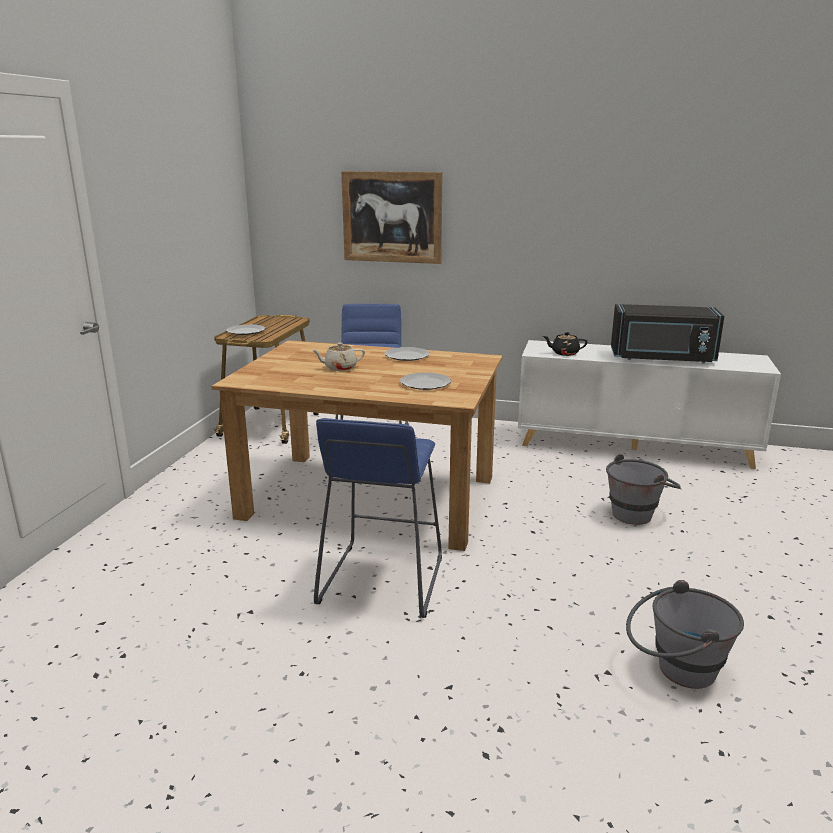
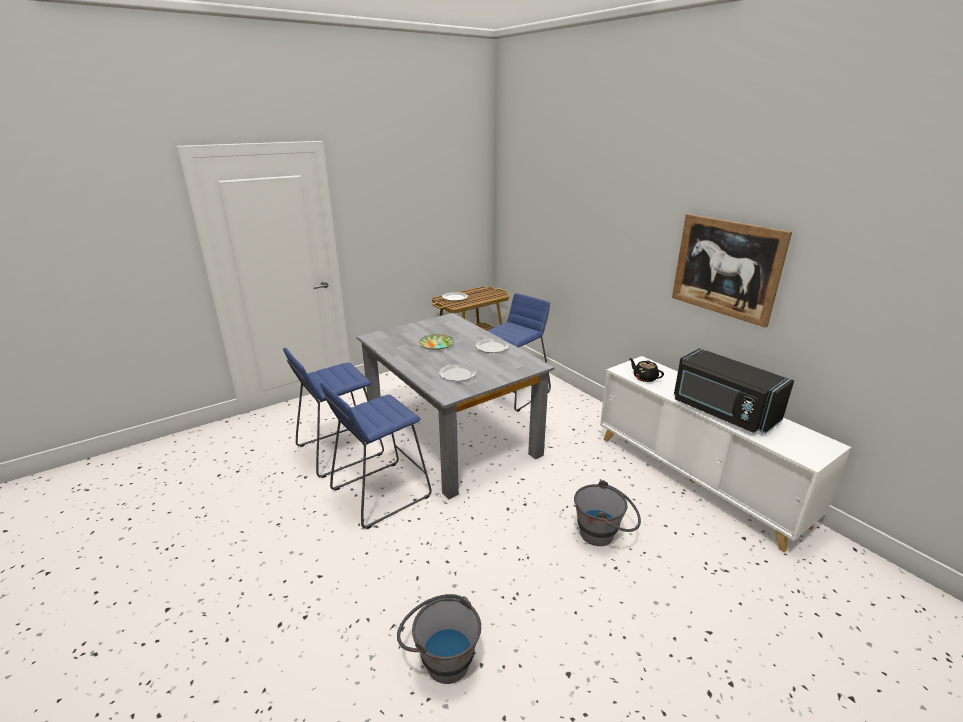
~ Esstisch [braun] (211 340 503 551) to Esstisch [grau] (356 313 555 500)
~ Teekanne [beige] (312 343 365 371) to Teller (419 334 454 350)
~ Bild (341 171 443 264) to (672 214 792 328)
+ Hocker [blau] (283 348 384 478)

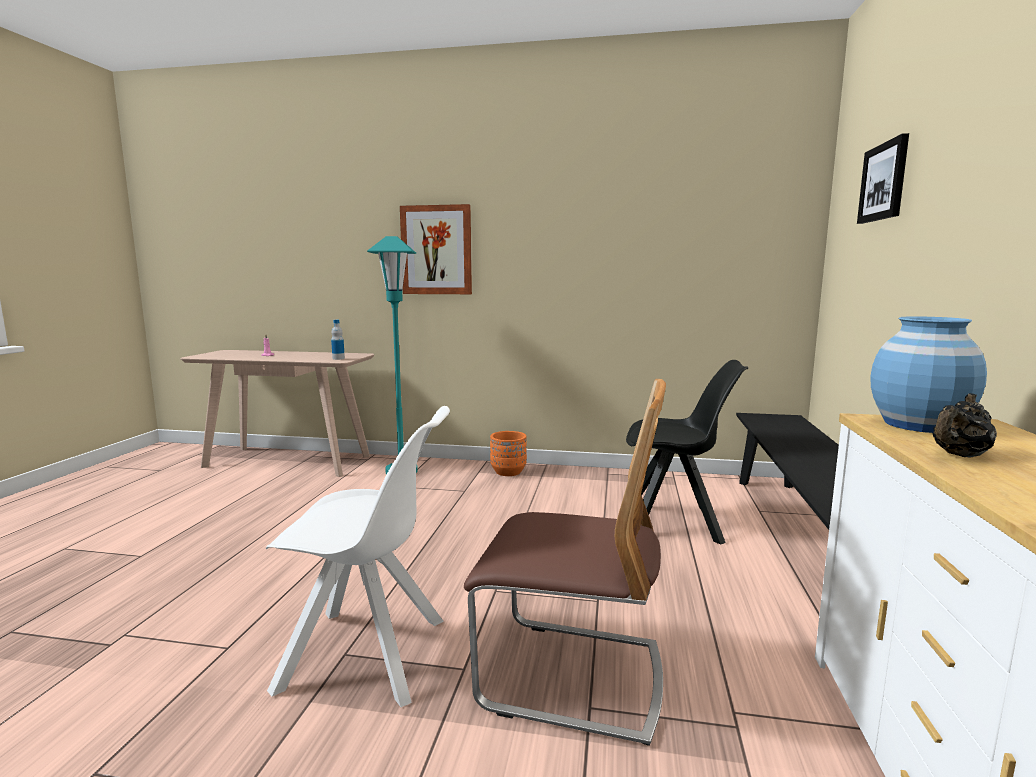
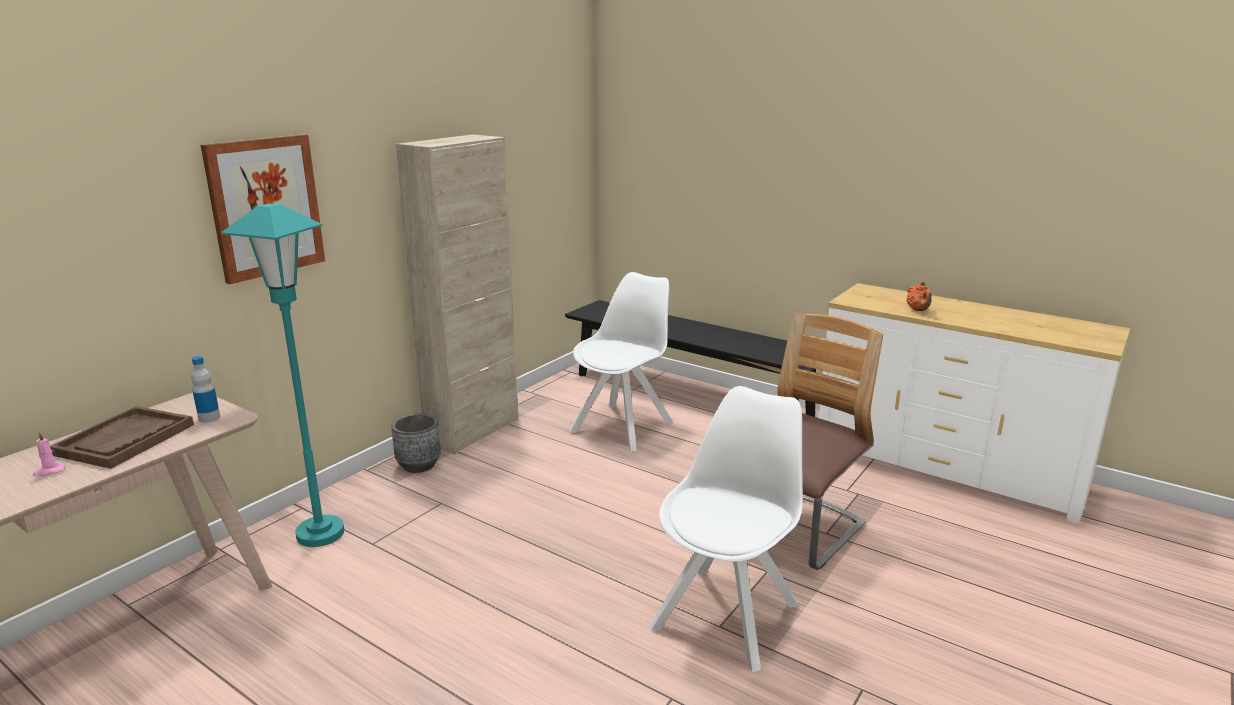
~ Pflanzkübel [orange] (490 431 527 476) to Pflanzkübel [grau] (391 413 441 473)
~ Stuhl [schwarz] (626 360 748 545) to Stuhl [weiß] (570 272 673 451)
- Bild (857 133 909 224)
- Vase [blau] (870 316 987 433)
~ Teekanne [schwarz] (933 393 997 457) to Teekanne [orange] (907 281 932 311)
+ Tablett [braun] (50 406 194 469)
+ Schrank [beige] (396 134 519 455)

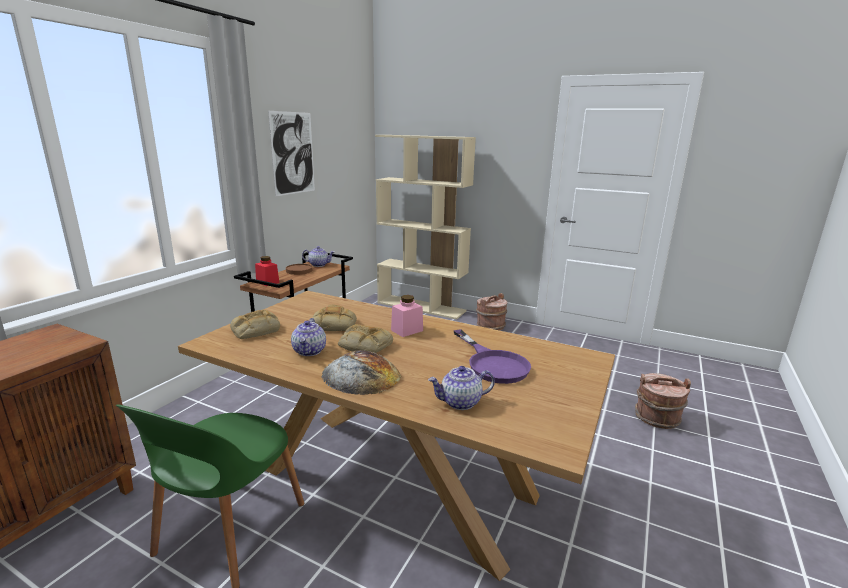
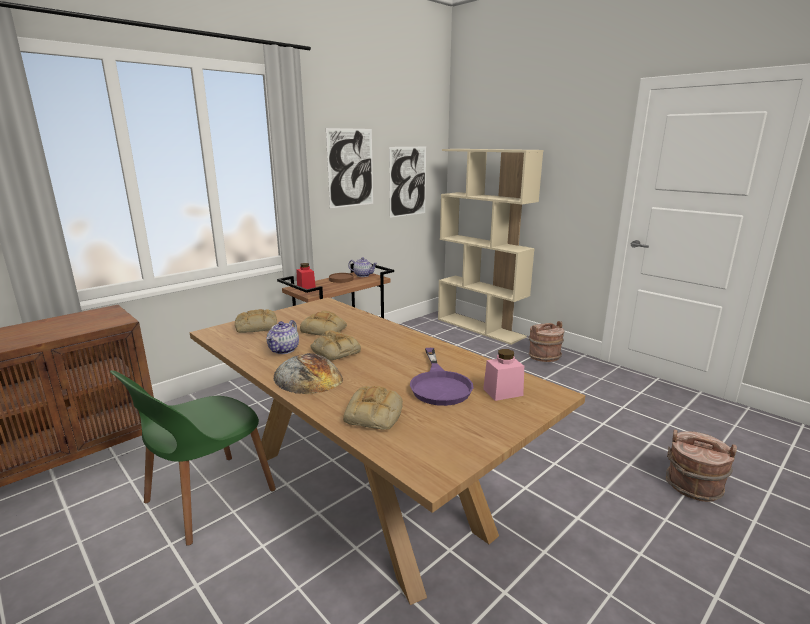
~ Vorratsglas [rosa] (391 295 423 337) to (483 349 524 401)
~ Teekanne (428 366 495 410) to Brot (343 386 403 430)
+ Bild (389 147 426 218)

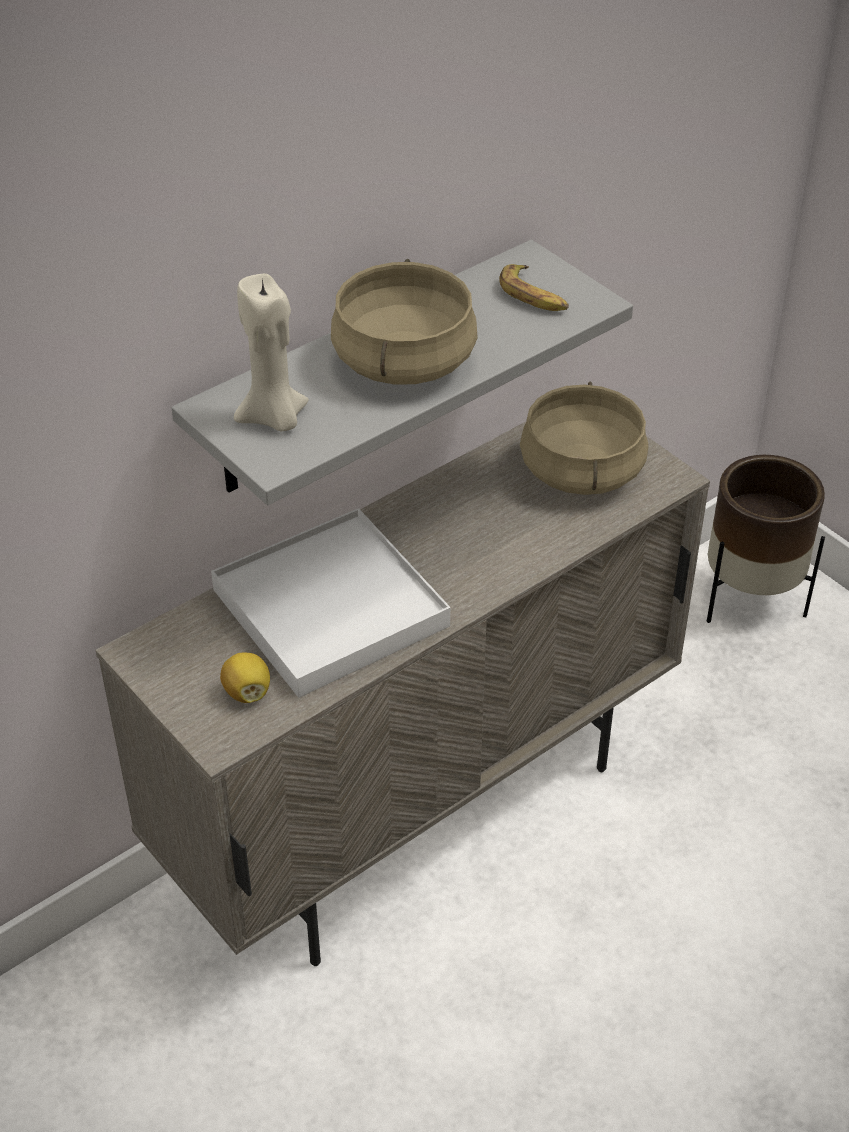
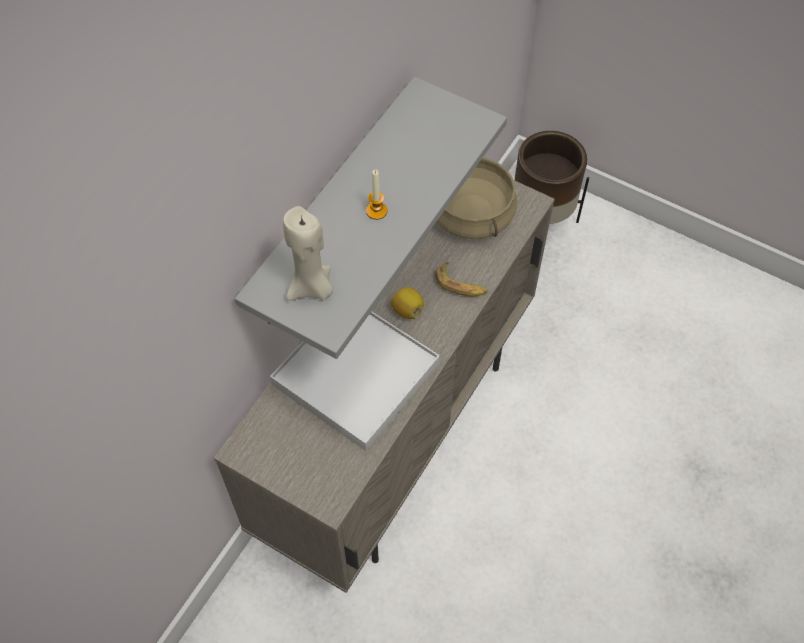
~ Zitrone (220 652 270 703) to (391 287 424 319)
~ Kochtopf [beige] (331 259 478 385) to Kerze (366 169 387 220)
~ Banane (499 264 569 311) to (435 262 488 296)

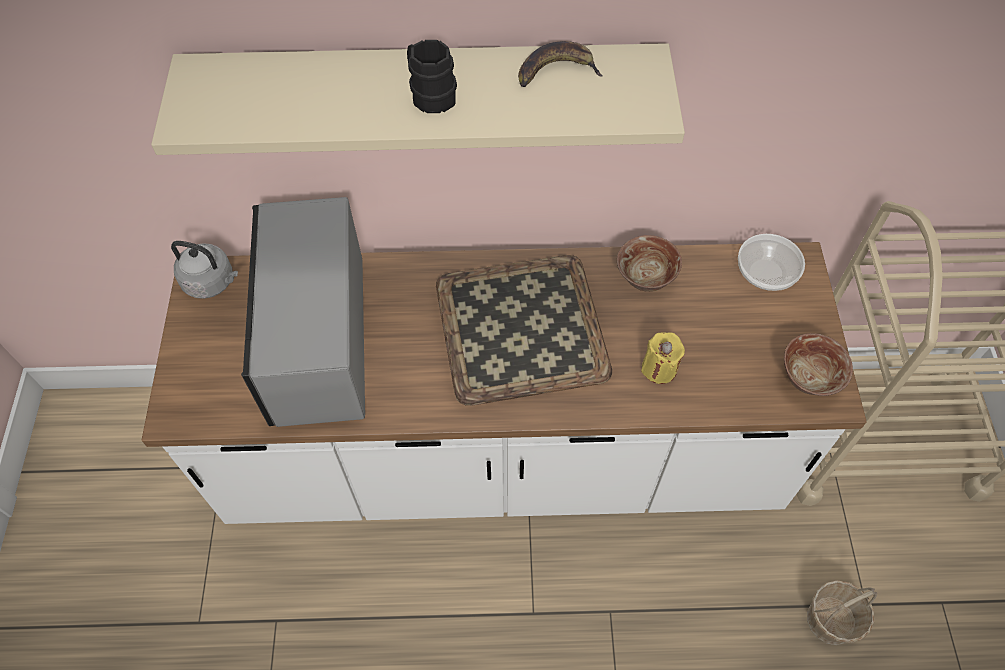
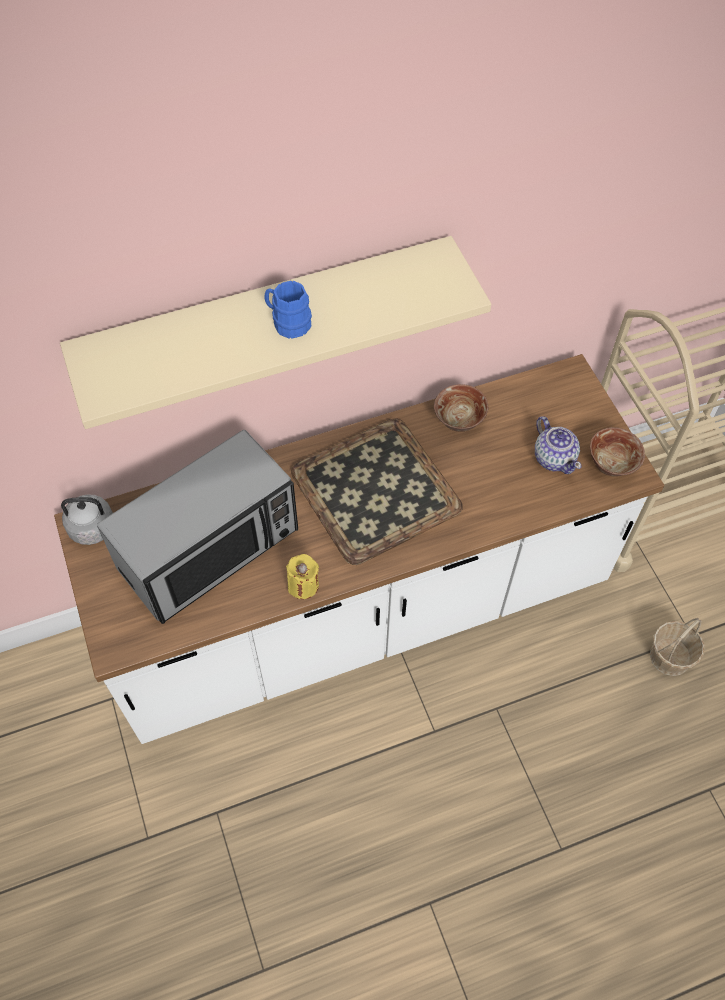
~ Mikrowelle (241 197 365 427) = (97 430 298 624) 105 degrees counterclockwise
~ Henkelbecher [schwarz] (407 40 457 113) to Henkelbecher [blau] (265 281 312 339)
- Banane (518 41 602 87)
~ Kerze [gelb] (641 332 685 384) to (286 554 319 599)
- Schüssel (738 234 805 291)
+ Teekanne (535 416 581 474)

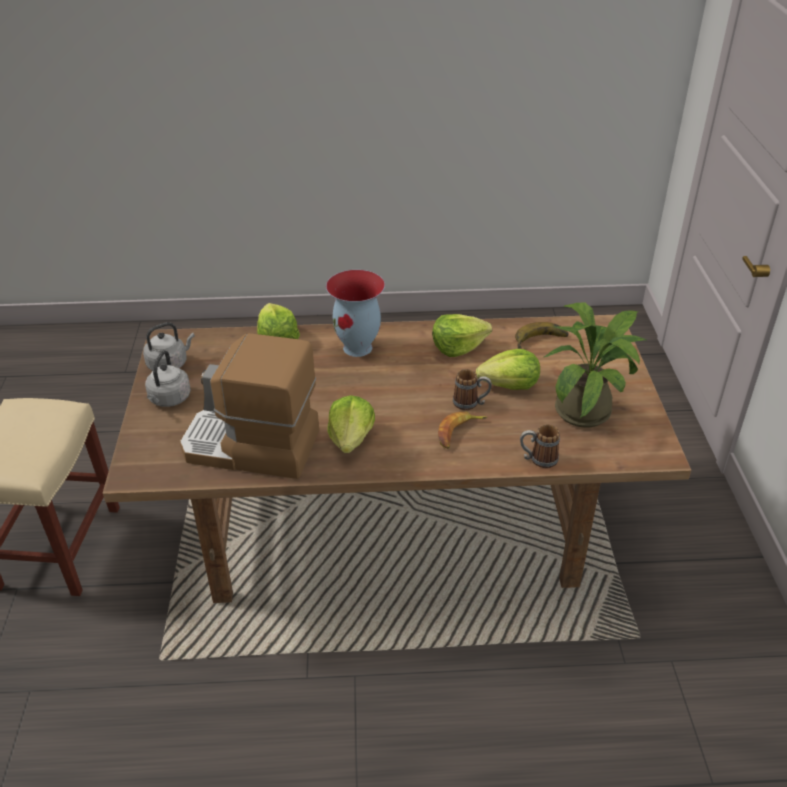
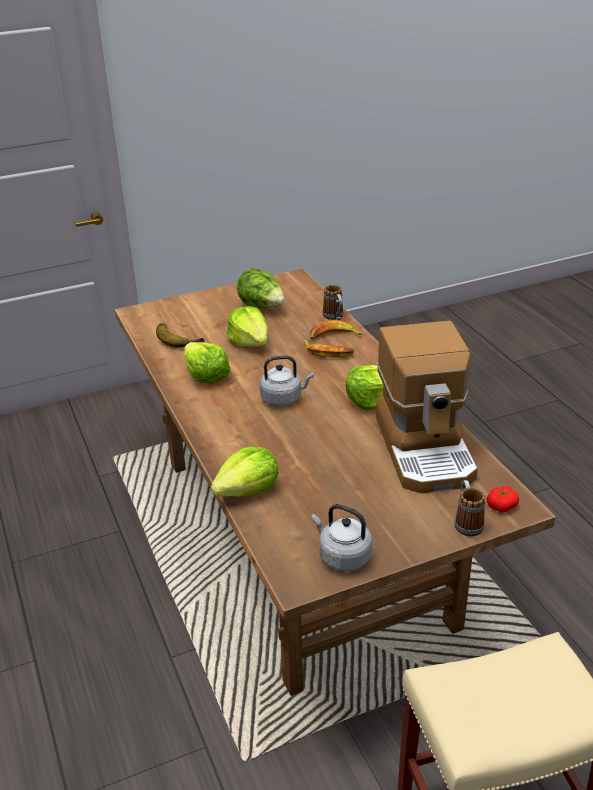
~ Wasserkessel [grau] (145 350 191 407) to (260 356 314 406)
- Vase (326 270 385 357)
~ Henkelbecher (453 369 492 410) to (454 480 485 536)
~ Topfpflanze (544 303 646 428) to Salatkopf (237 268 285 308)
+ Banane (310 320 363 339)
+ Tomate (487 486 519 513)

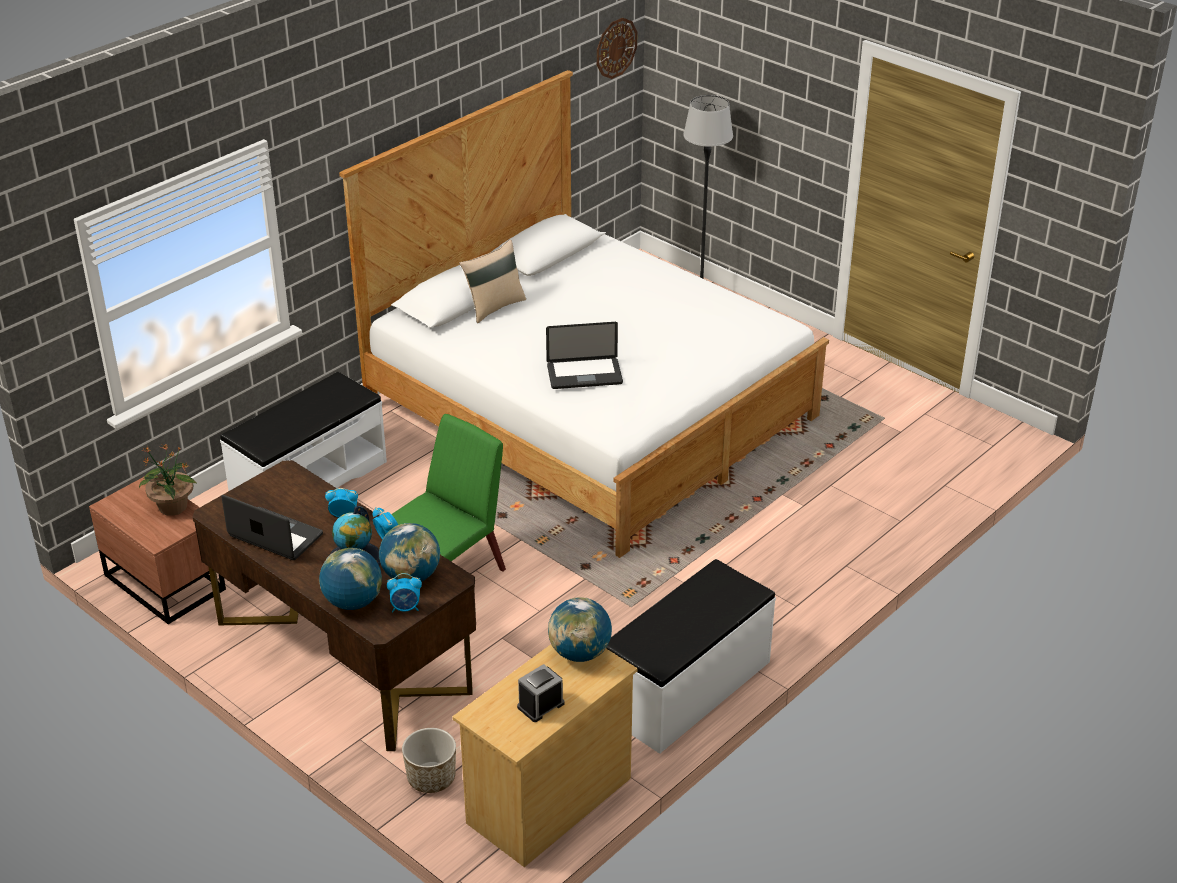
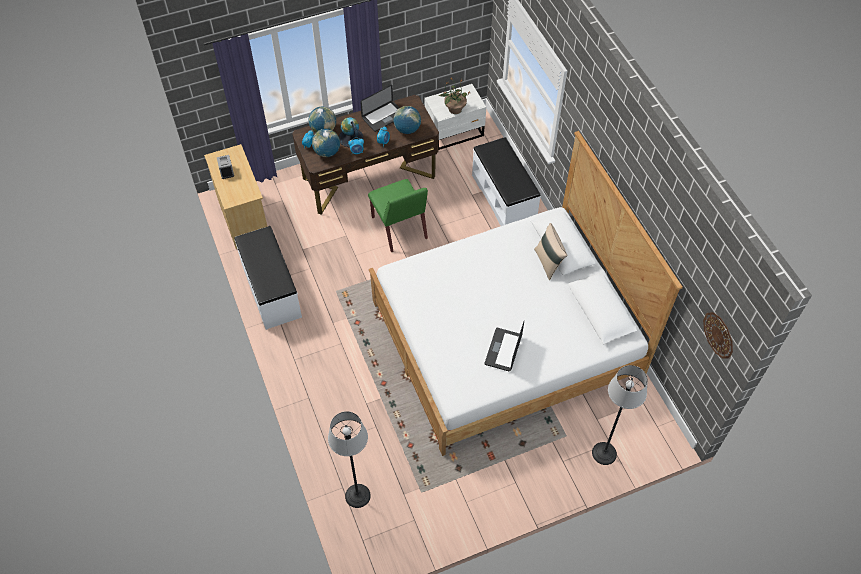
~ Nachttisch [braun] (89 477 226 624) to Nachttisch [weiß] (425 84 486 150)
- Pflanzkübel (402 728 456 793)
~ Laptop (546 322 623 389) to (485 322 524 372)
~ Globus (548 597 612 662) to (393 106 421 134)
+ Stehlampe (328 411 371 508)

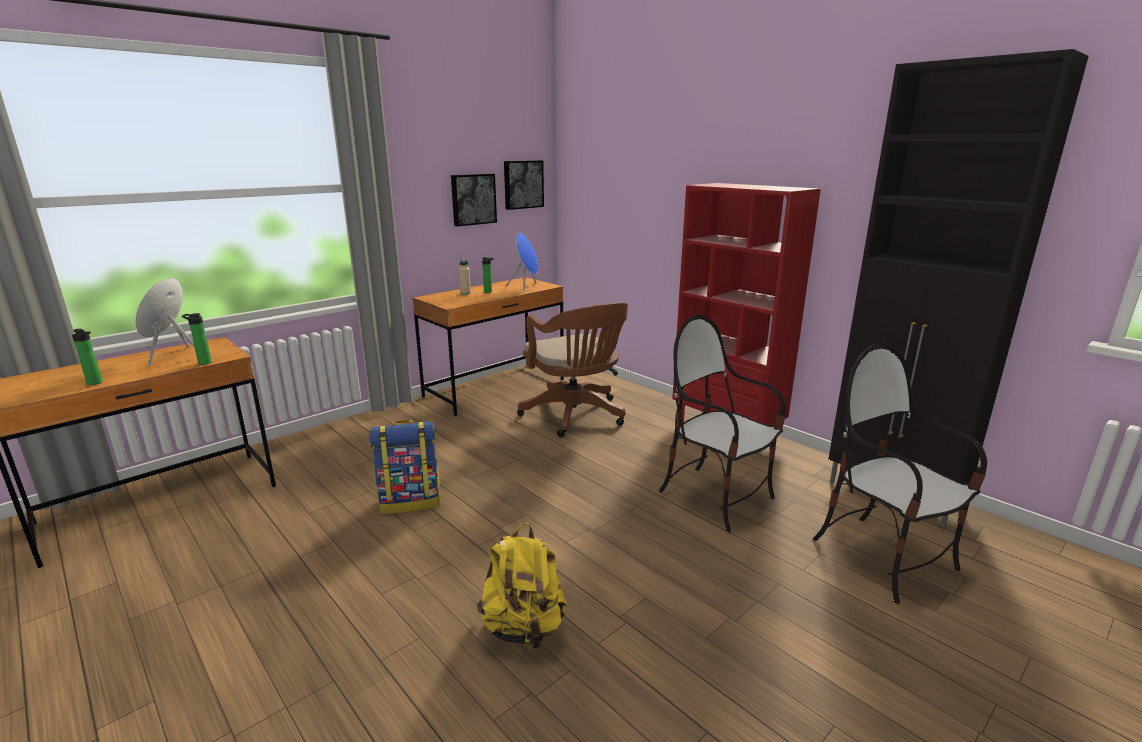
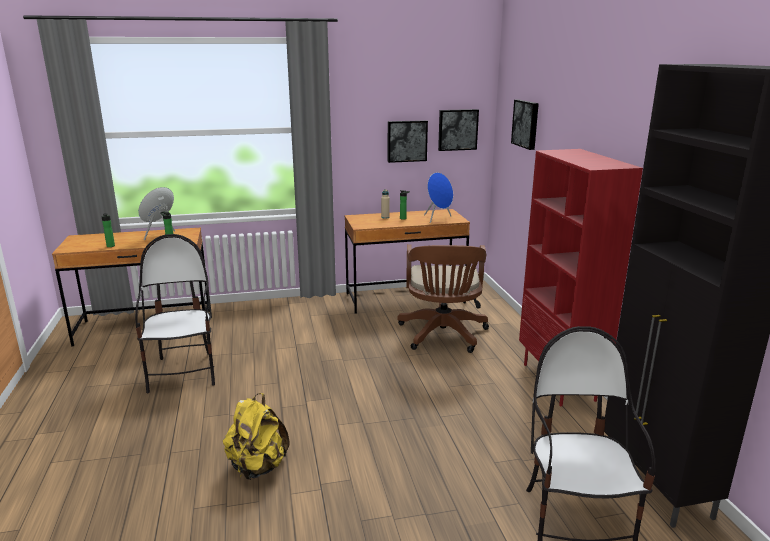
- Rucksack (369 420 440 514)
~ Stuhl (659 314 786 532) to (135 234 215 394)
+ Bild (511 99 539 150)

